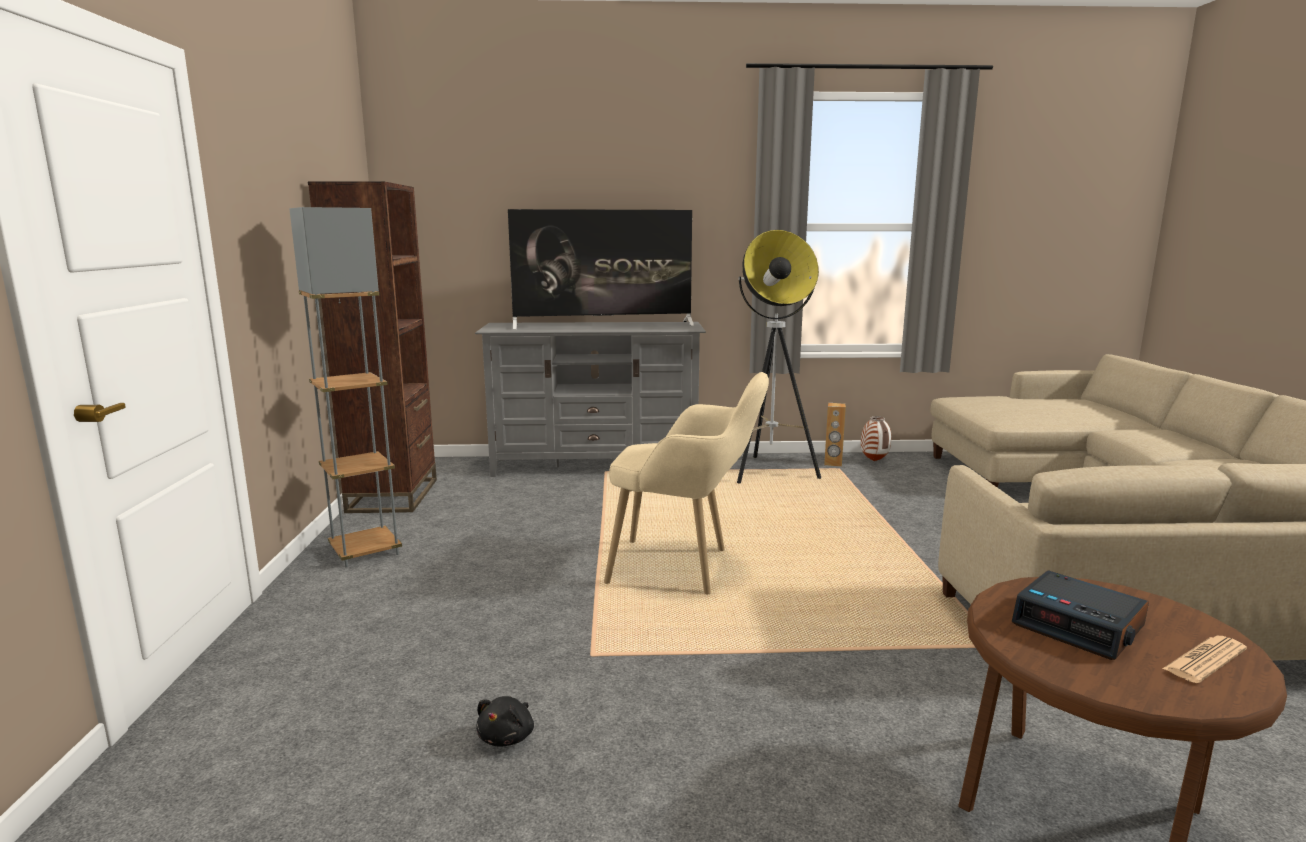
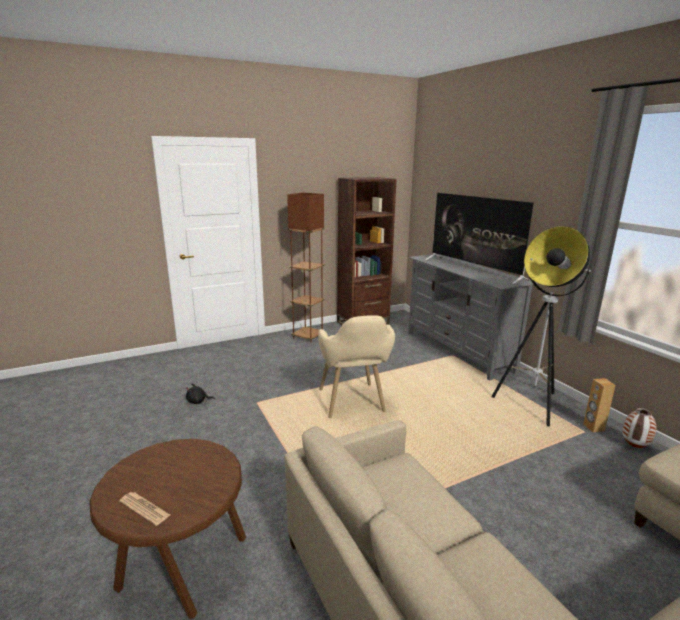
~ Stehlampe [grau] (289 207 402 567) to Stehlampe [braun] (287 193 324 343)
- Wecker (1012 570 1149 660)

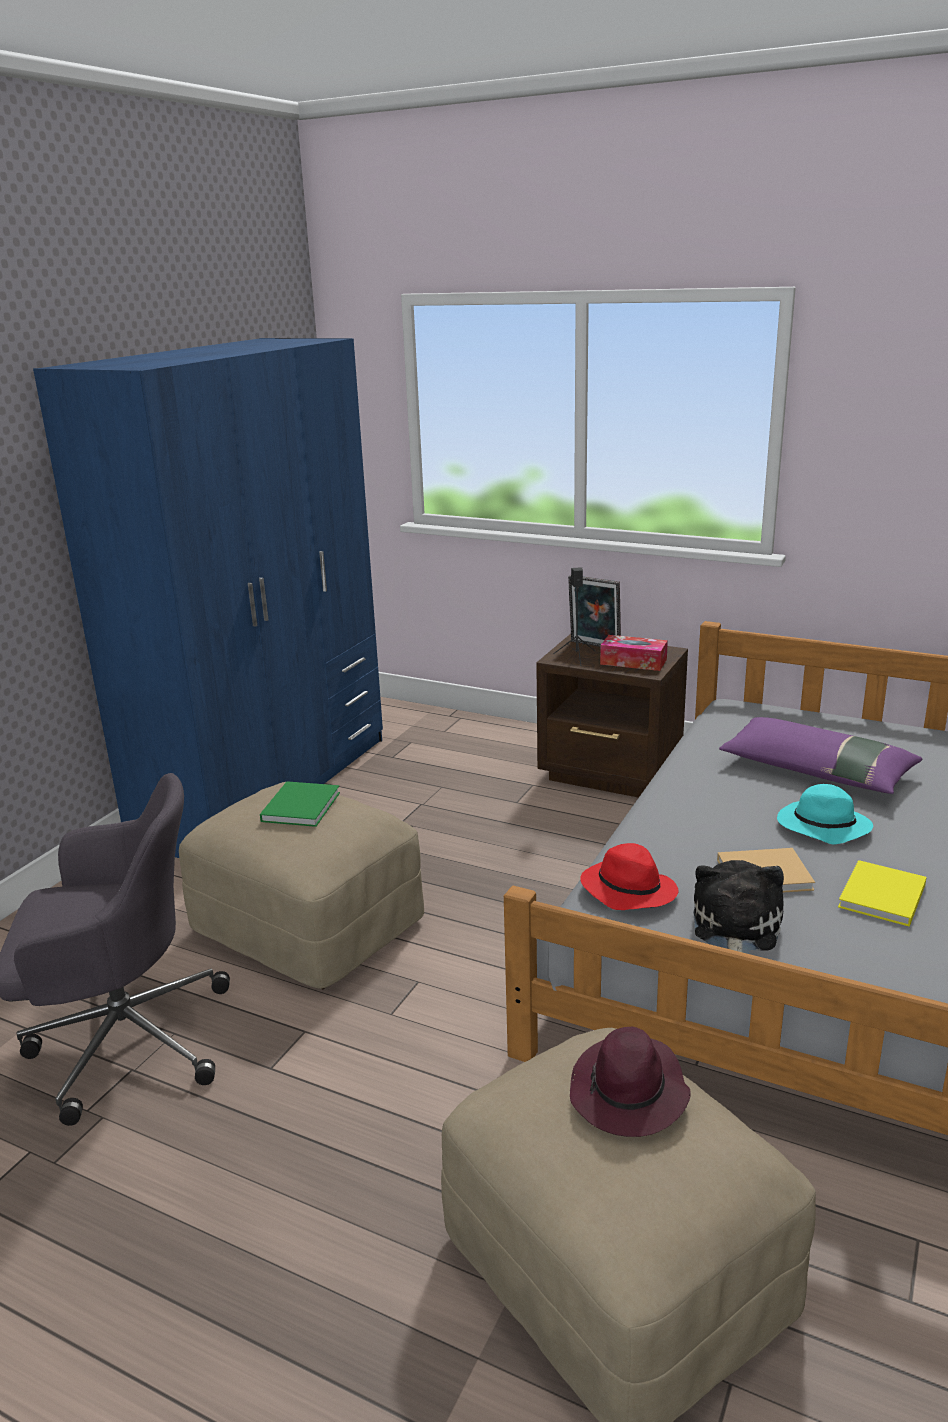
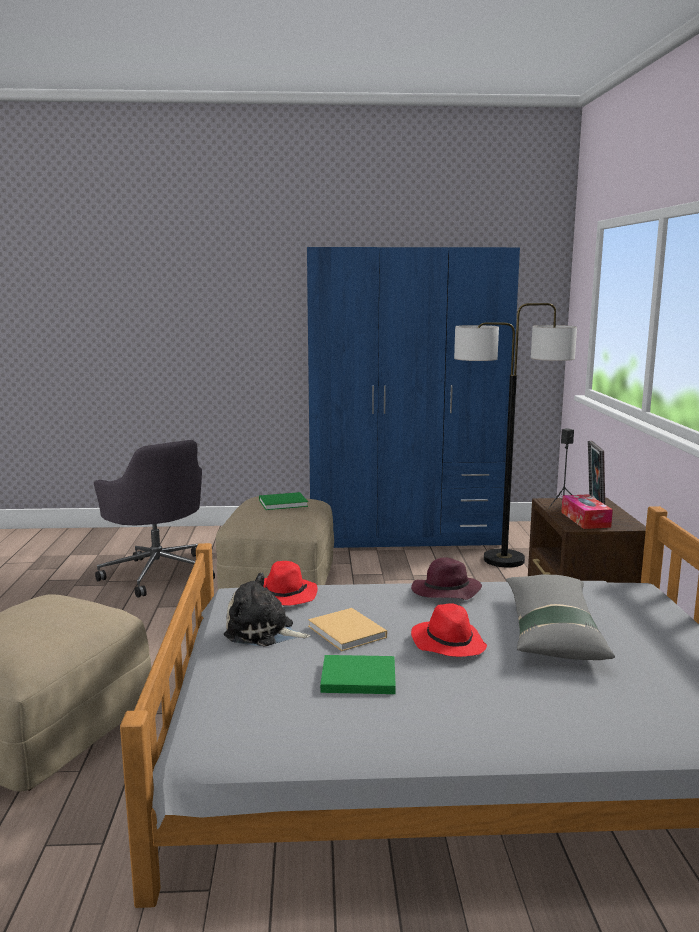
~ Hut [lila] (570 1027 691 1137) to (411 557 482 600)
~ Plüschtier (693 860 784 954) = (224 573 311 647) 150 degrees counterclockwise
~ Kissen [lila] (719 717 922 794) to Kissen [grau] (506 575 615 660)
~ Hut [türkis] (777 784 873 844) to Hut [rot] (411 603 487 657)
~ Buch [gelb] (838 860 927 927) to Buch [grün] (320 655 396 694)
+ Stehlampe (454 303 577 568)

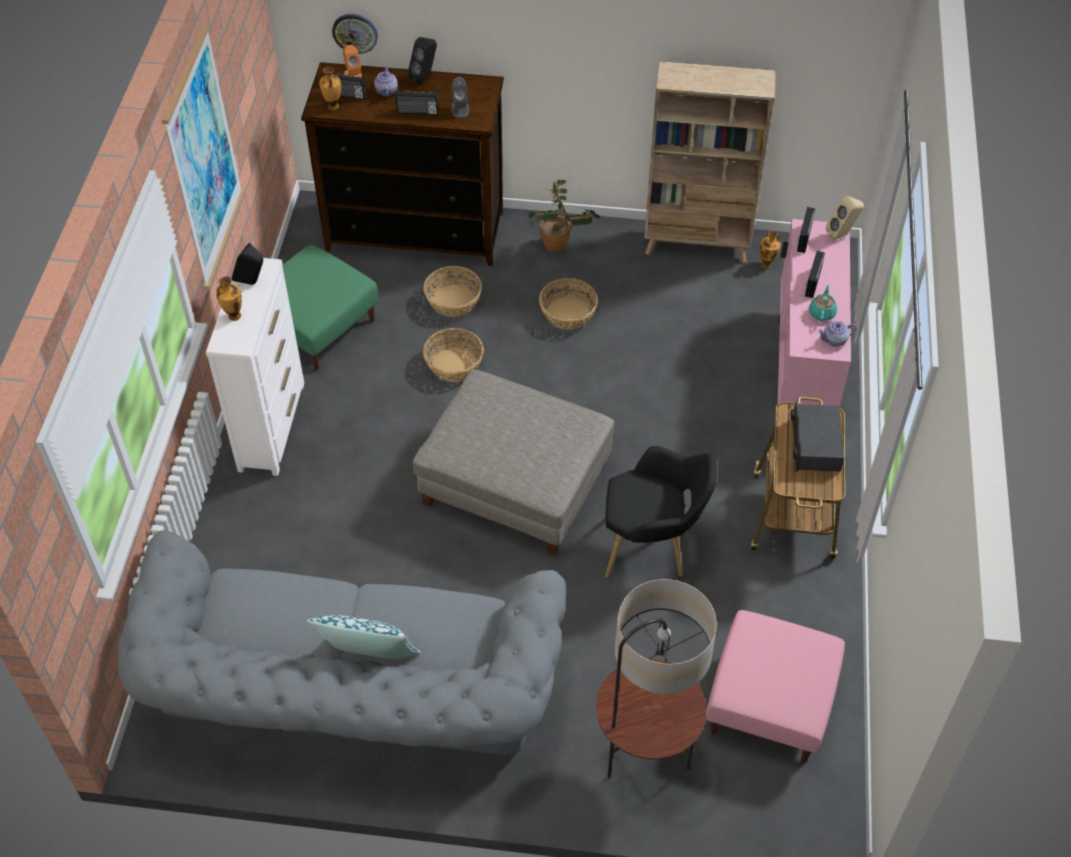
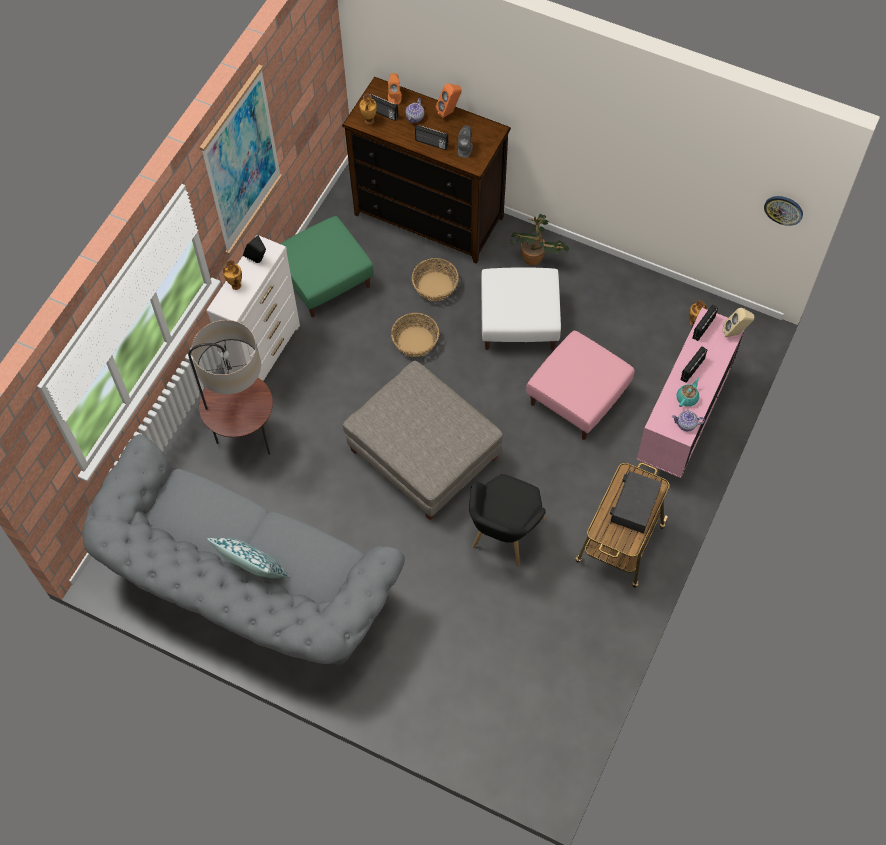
~ Wanduhr (332 14 378 54) to (764 196 803 226)
~ Lautsprecher [schwarz] (408 37 437 84) to Lautsprecher [orange] (436 83 462 118)
~ Korb (539 278 598 330) to Polsterhocker [weiß] (481 267 561 350)
~ Stehlampe (596 579 717 778) to (188 320 273 455)
~ Sessel [schwarz] (605 446 717 577) = (469 474 546 566) 90 degrees clockwise
- Bücherregal [beige] (644 61 776 264)
~ Polsterhocker [rosa] (706 610 845 763) to (526 331 635 440)

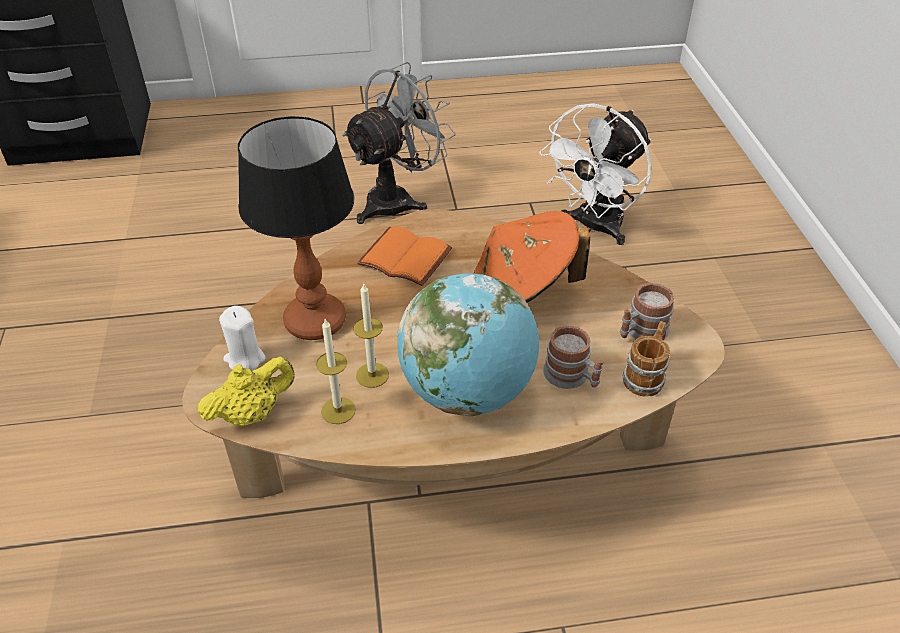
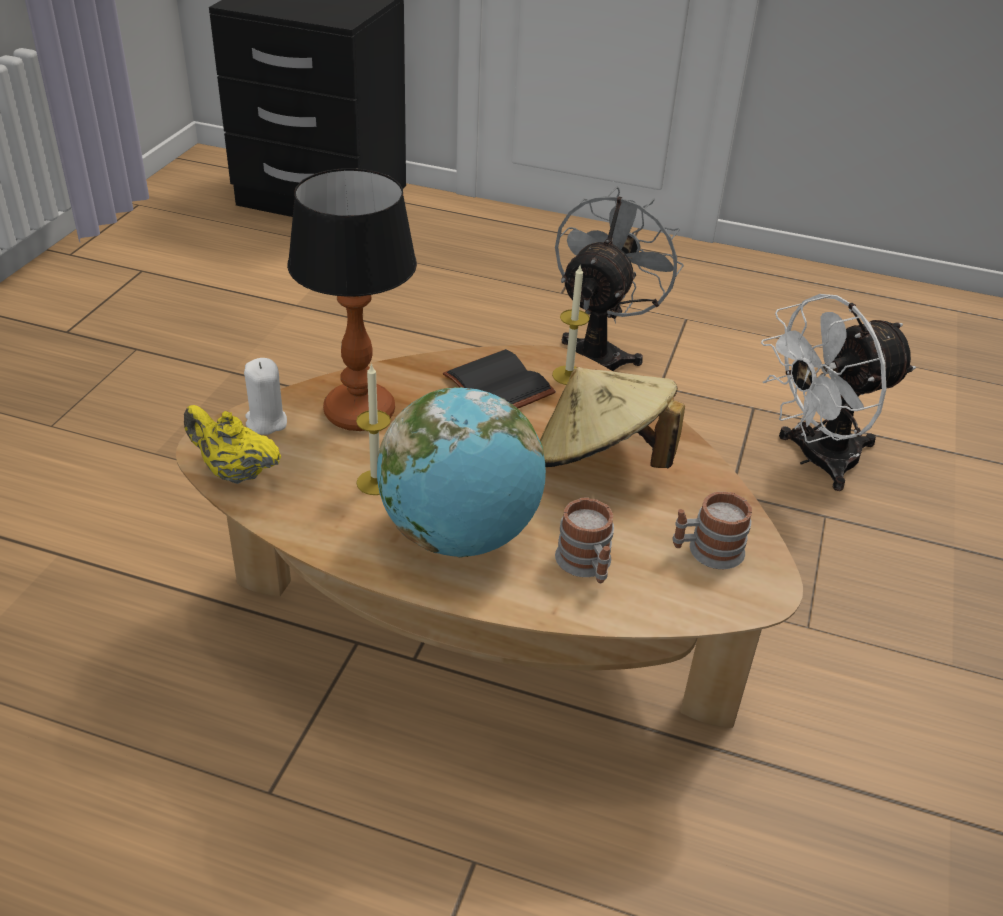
~ Teekanne [gelb] (198 357 295 427) = (184 405 282 484) 150 degrees counterclockwise
~ Kerze (316 319 356 424) to (552 266 590 385)
~ Ventilator [grau] (342 62 456 224) = (555 187 684 371) 45 degrees counterclockwise
~ Buch [orange] (357 226 452 286) to Buch [schwarz] (443 349 556 409)
~ Hut [orange] (474 211 590 303) to Hut [beige] (540 367 685 468)
- Henkelbecher (622 321 670 397)

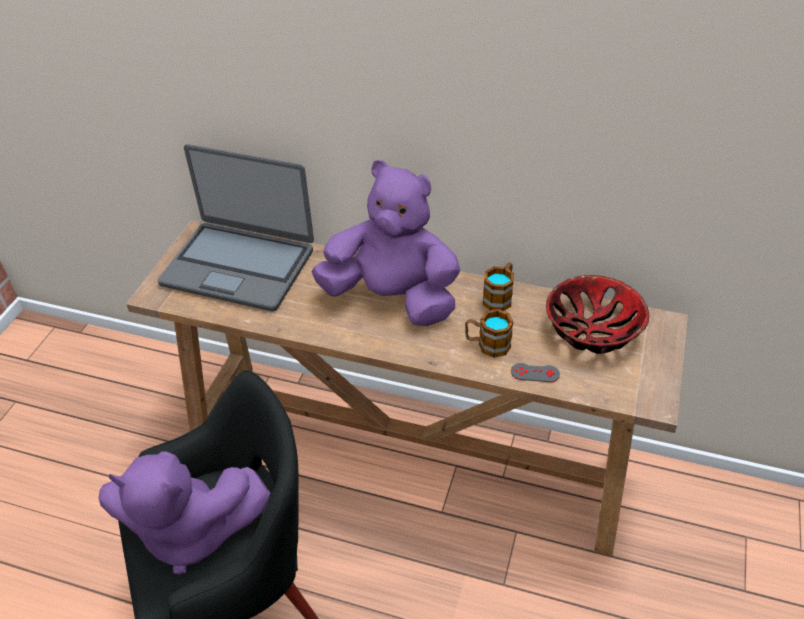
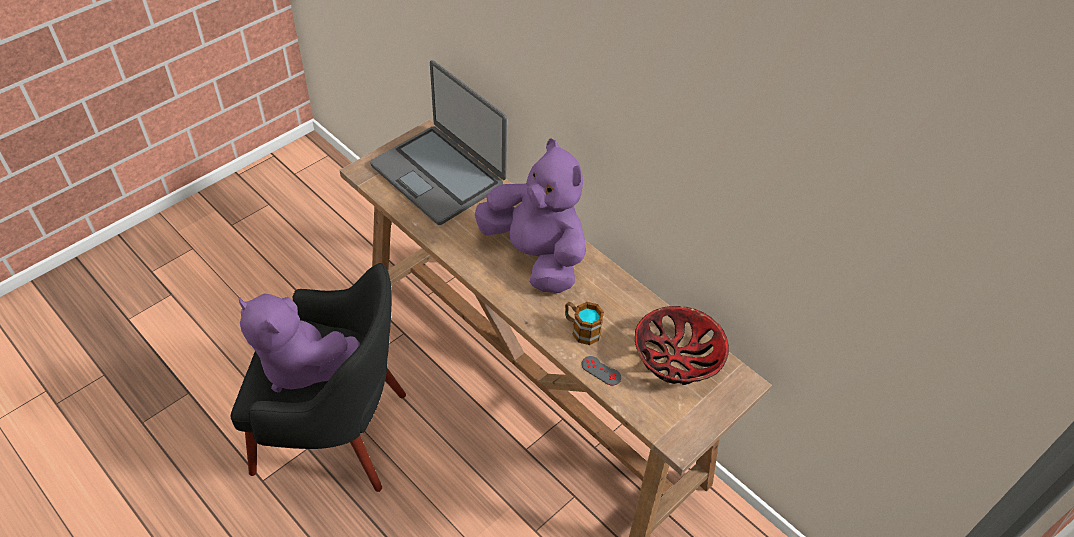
- Henkelbecher (483 262 514 311)

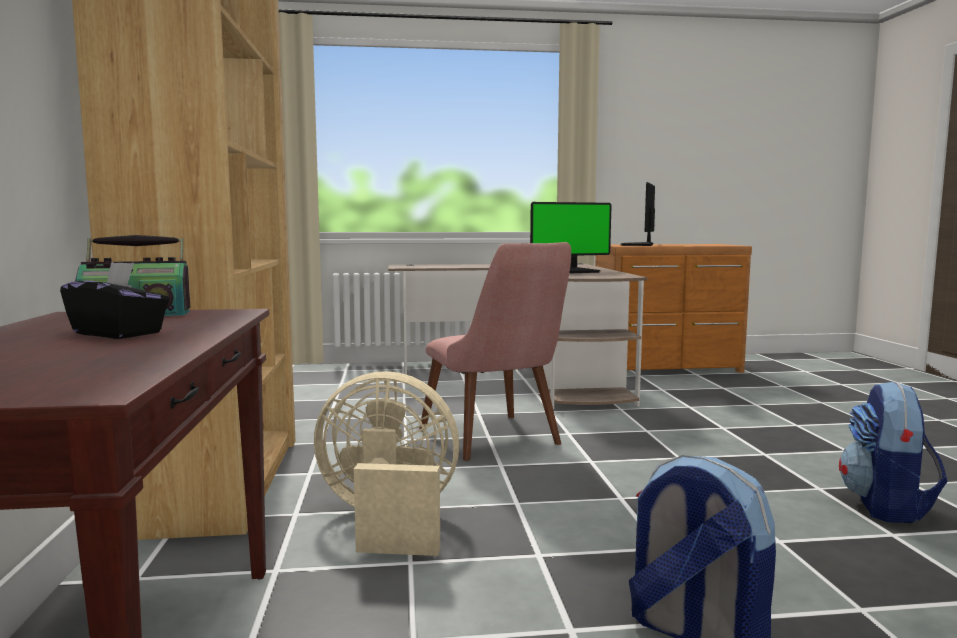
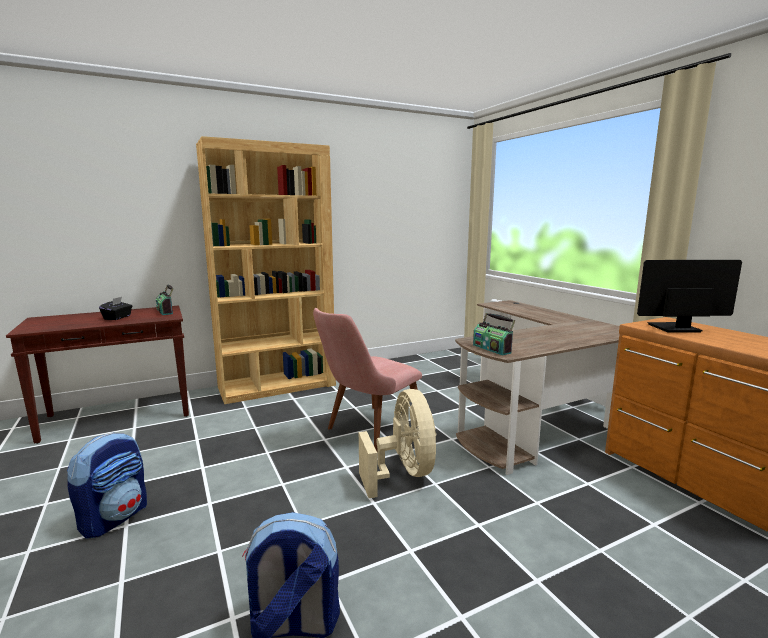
~ Ventilator [beige] (314 371 459 556) to (359 389 437 498)
- Monitor (530 202 612 273)
+ Radio (473 313 515 356)

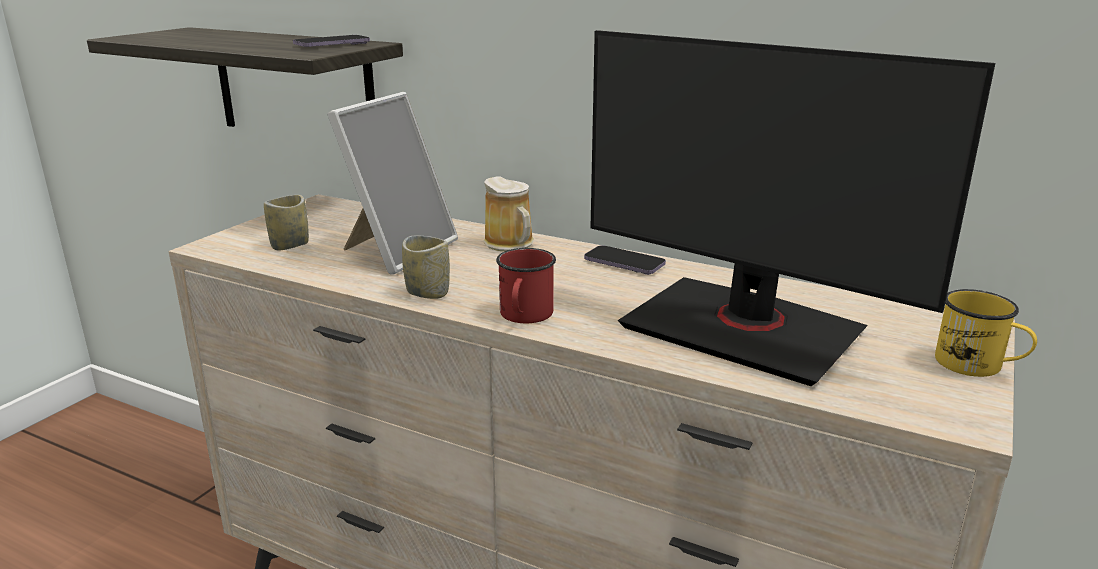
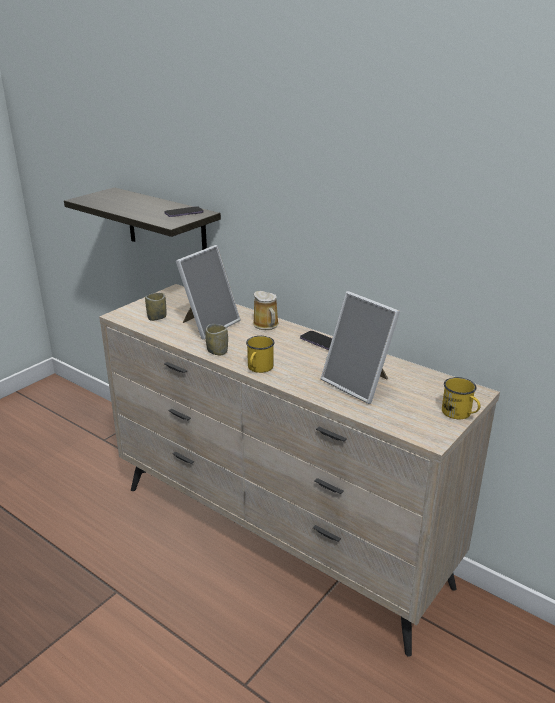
~ Henkelbecher [rot] (496 248 556 323) to Henkelbecher [gelb] (246 336 274 373)
~ Monitor (590 30 995 386) to Bilderrahmen (321 291 400 404)

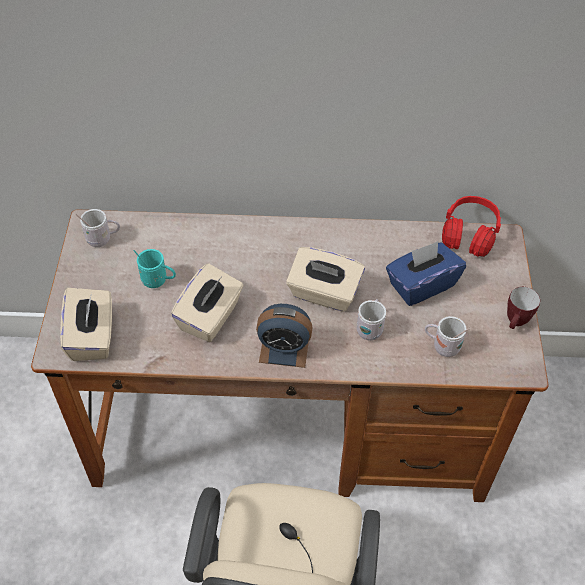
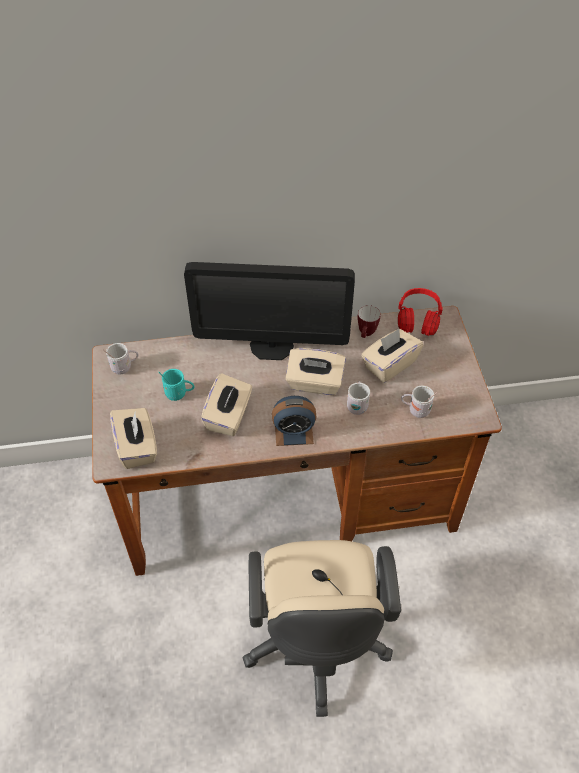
~ Taschentuchbox [blau] (386 241 466 306) to Taschentuchbox [beige] (361 329 423 383)
~ Henkelbecher (507 287 540 329) to (357 305 381 338)
+ Monitor (184 262 355 360)

